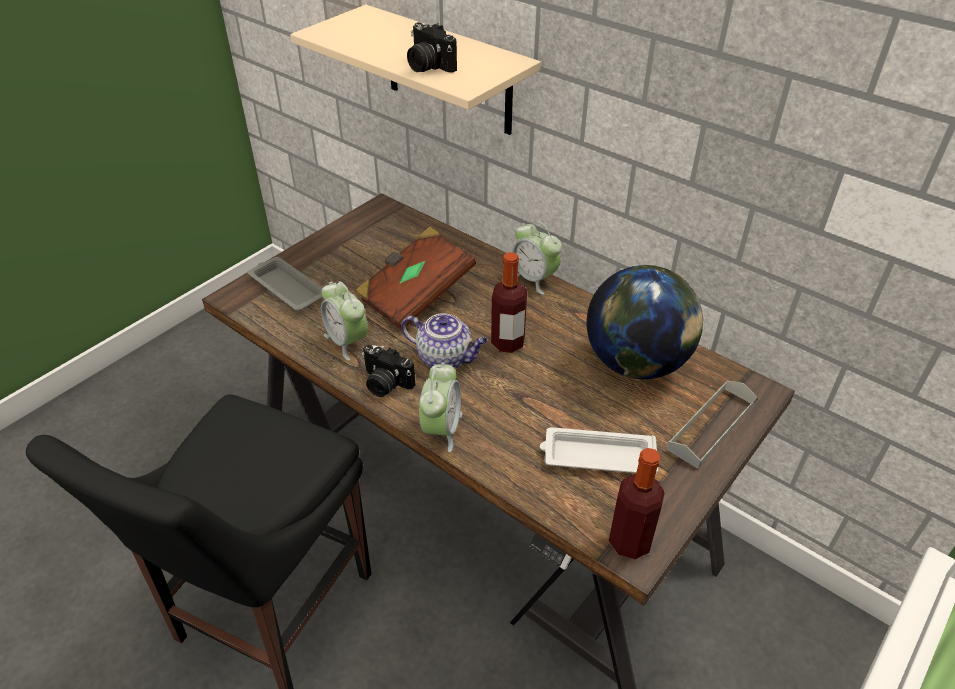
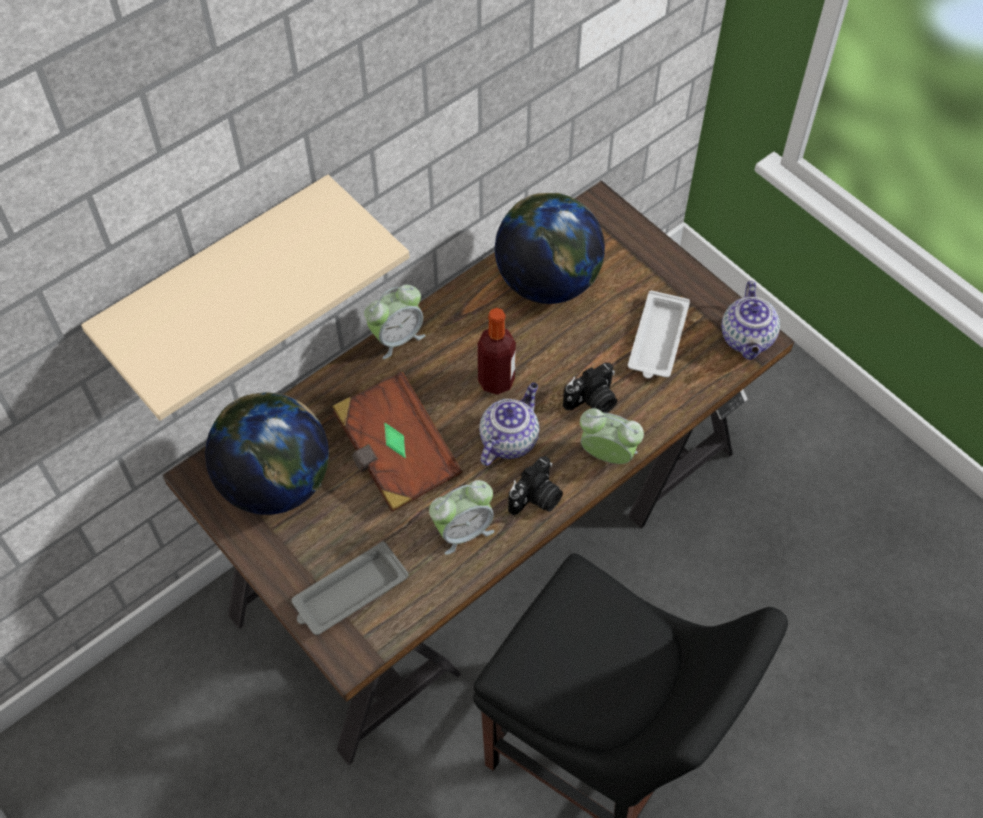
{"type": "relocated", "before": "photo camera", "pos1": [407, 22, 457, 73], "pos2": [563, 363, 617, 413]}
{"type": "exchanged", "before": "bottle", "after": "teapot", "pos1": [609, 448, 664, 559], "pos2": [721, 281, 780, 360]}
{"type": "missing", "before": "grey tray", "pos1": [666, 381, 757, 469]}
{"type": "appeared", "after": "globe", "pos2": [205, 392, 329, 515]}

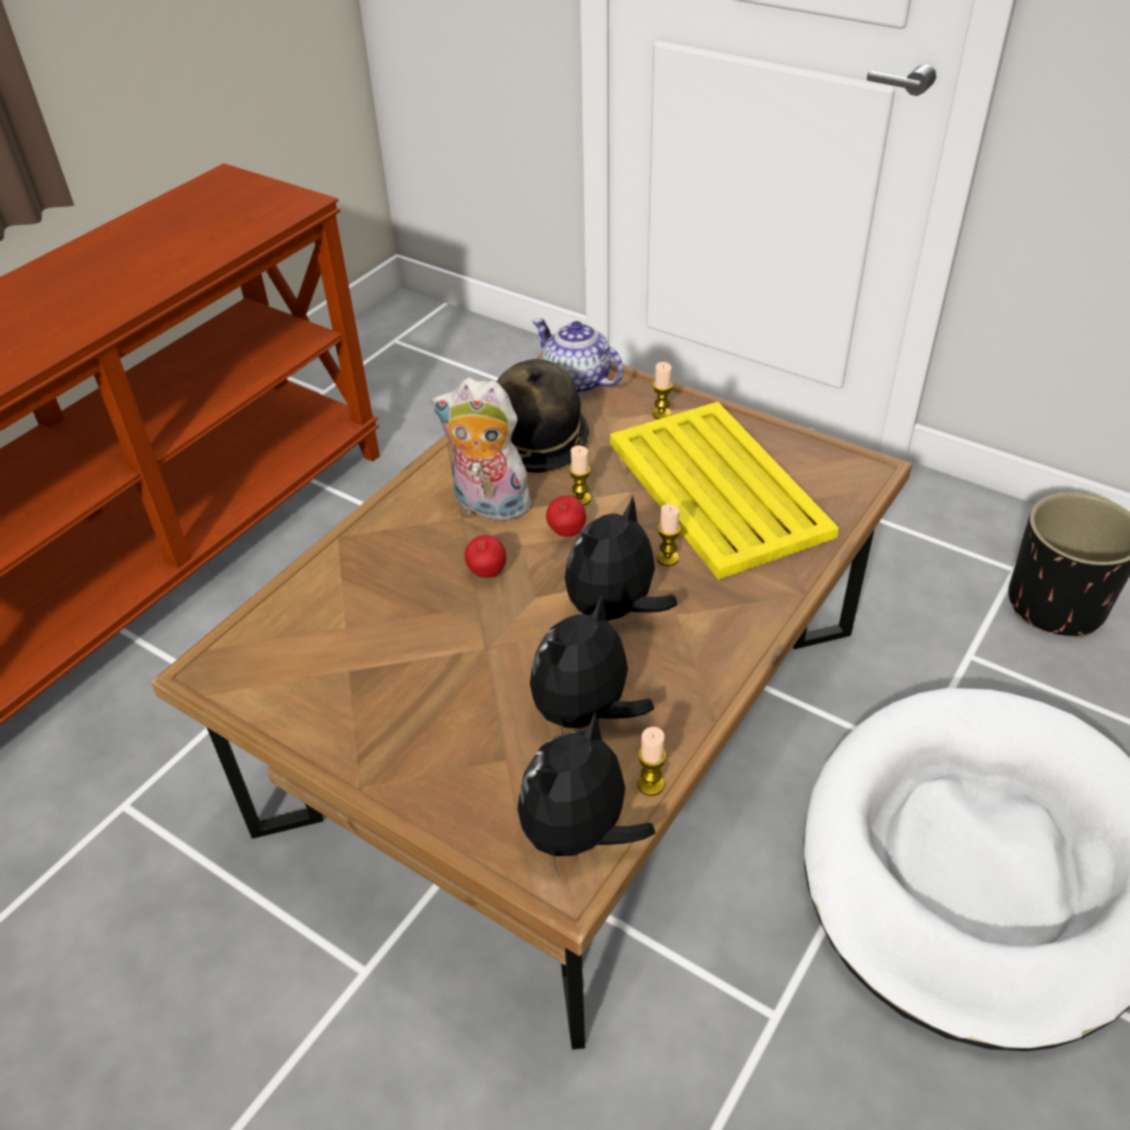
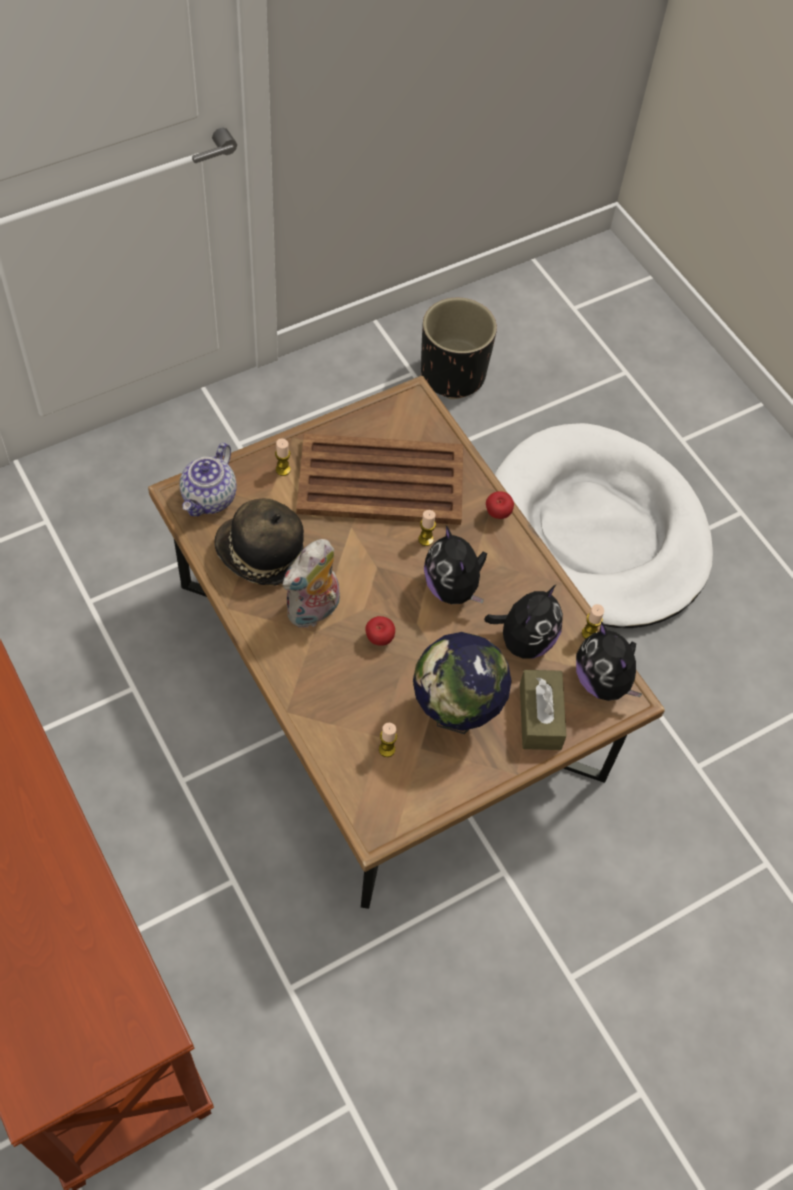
{"type": "spun", "before": "plush toy", "pos1": [530, 593, 654, 734], "pos2": [484, 584, 563, 659], "turn": -120}
{"type": "spun", "before": "teapot", "pos1": [533, 318, 624, 394], "pos2": [180, 443, 236, 516], "turn": -45}
{"type": "relocated", "before": "apple", "pos1": [546, 495, 586, 537], "pos2": [486, 491, 514, 519]}
{"type": "relocated", "before": "candle", "pos1": [569, 445, 591, 506], "pos2": [379, 723, 397, 757]}
{"type": "colour", "before": "yellow tray", "after": "brown tray", "pos1": [610, 402, 839, 580], "pos2": [296, 434, 463, 525]}
{"type": "appeared", "after": "globe", "pos2": [413, 632, 512, 734]}
{"type": "appeared", "after": "brown tissue box", "pos2": [520, 670, 567, 750]}

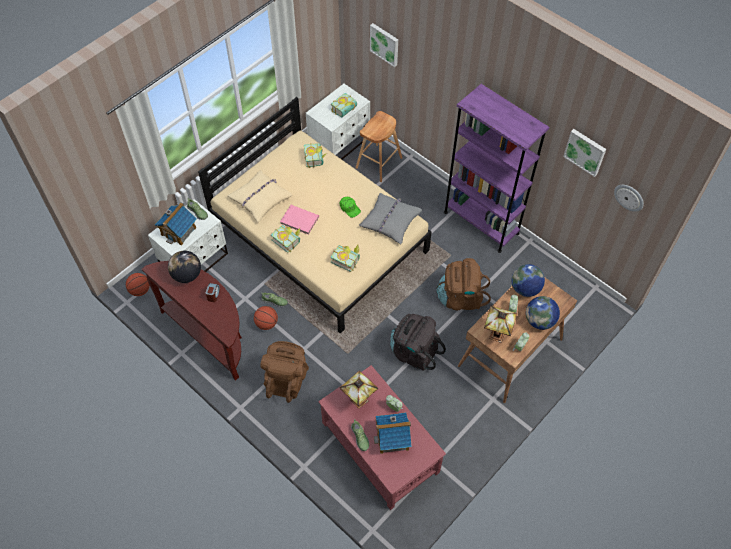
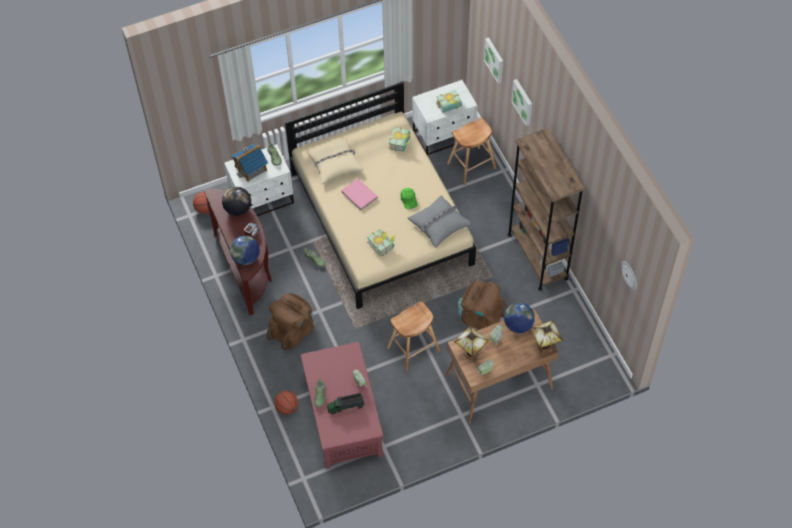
{"type": "relocated", "before": "basketball", "pos1": [254, 306, 278, 330], "pos2": [274, 391, 298, 415]}
{"type": "missing", "before": "book", "pos1": [271, 225, 300, 253]}
{"type": "relocated", "before": "table lamp", "pos1": [340, 371, 378, 409], "pos2": [530, 320, 563, 354]}
{"type": "exchanged", "before": "toy house", "after": "toy truck", "pos1": [374, 412, 412, 454], "pos2": [327, 393, 365, 414]}
{"type": "exchanged", "before": "black backpack", "after": "brown stool", "pos1": [390, 314, 446, 371], "pos2": [387, 301, 440, 372]}
{"type": "colour", "before": "purple bookcase", "after": "brown bookcase", "pos1": [444, 84, 549, 253], "pos2": [508, 128, 585, 291]}
{"type": "relocated", "before": "globe", "pos1": [526, 296, 560, 330], "pos2": [230, 235, 260, 265]}
{"type": "relocated", "before": "picture", "pos1": [563, 129, 606, 177], "pos2": [511, 79, 532, 126]}

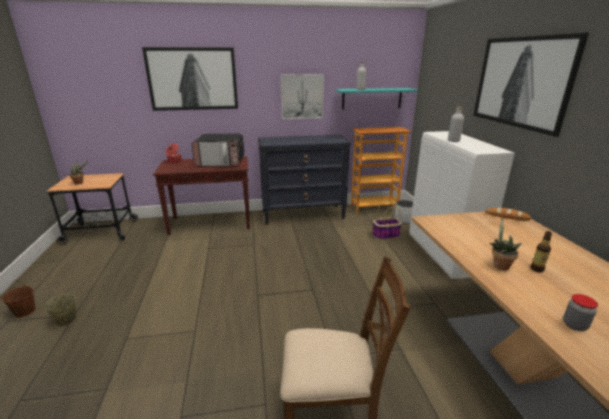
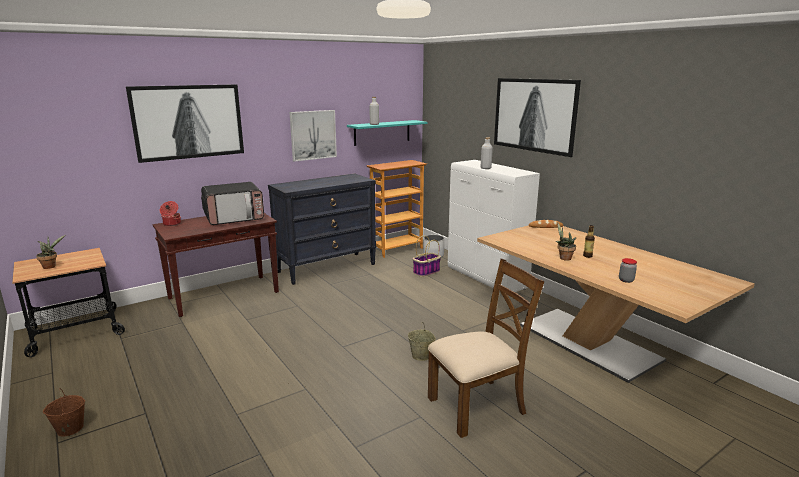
{"type": "relocated", "before": "beige bucket", "pos1": [44, 289, 76, 327], "pos2": [408, 323, 436, 361]}

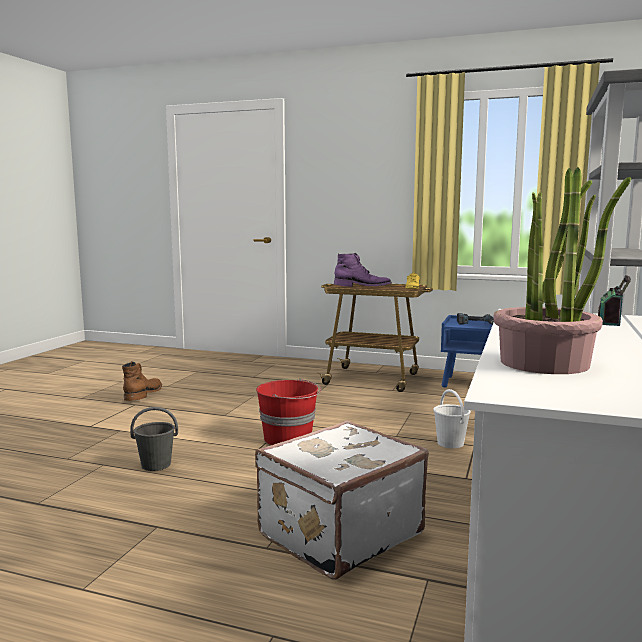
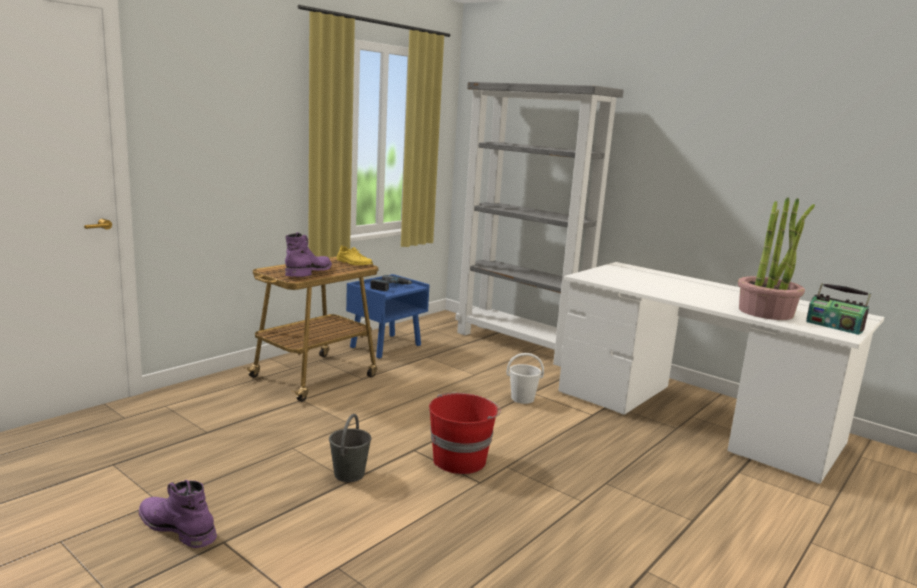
{"type": "colour", "before": "brown boot", "after": "purple boot", "pos1": [122, 361, 162, 401], "pos2": [139, 480, 217, 548]}
{"type": "relocated", "before": "grey bucket", "pos1": [130, 407, 178, 471], "pos2": [329, 414, 371, 482]}
{"type": "missing", "before": "white suitcase", "pos1": [255, 420, 429, 580]}
{"type": "relocated", "before": "radio", "pos1": [598, 275, 631, 326], "pos2": [806, 283, 871, 335]}

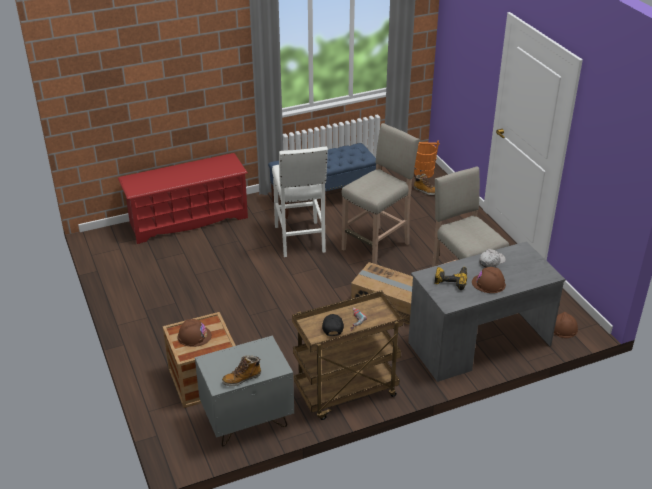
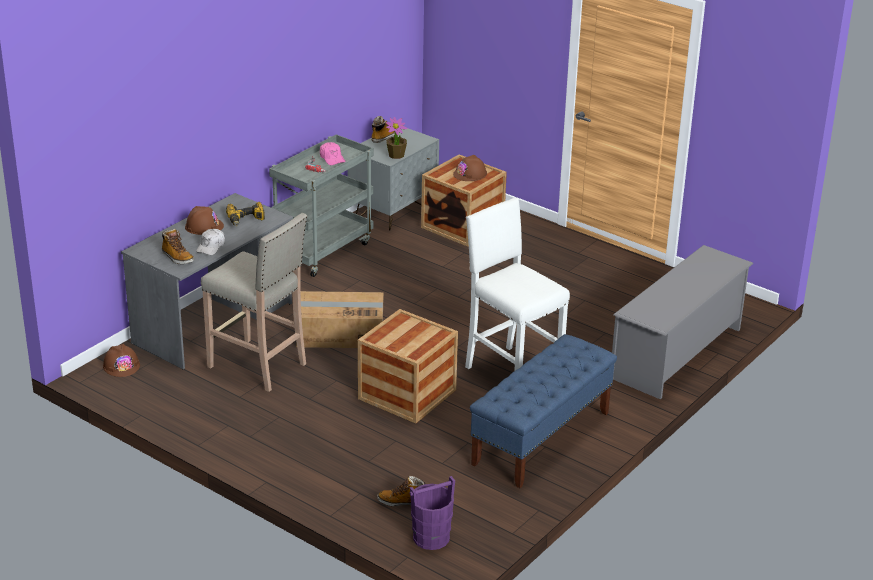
{"type": "colour", "before": "red shoe rack", "after": "grey shoe rack", "pos1": [118, 153, 248, 244], "pos2": [612, 245, 753, 400]}
{"type": "colour", "before": "brown cart", "after": "grey cart", "pos1": [292, 290, 404, 420], "pos2": [269, 134, 373, 277]}
{"type": "colour", "before": "black cap", "after": "pink cap", "pos1": [322, 314, 344, 336], "pos2": [320, 142, 346, 165]}
{"type": "exchanged", "before": "beige stool", "after": "crate", "pos1": [341, 123, 420, 264], "pos2": [358, 309, 458, 423]}
{"type": "colour", "before": "orange bucket", "after": "purple bucket", "pos1": [414, 140, 440, 178], "pos2": [410, 476, 455, 550]}
{"type": "appeared", "after": "boot", "pos2": [162, 229, 194, 264]}
{"type": "appeared", "after": "potted plant", "pos2": [386, 117, 407, 159]}

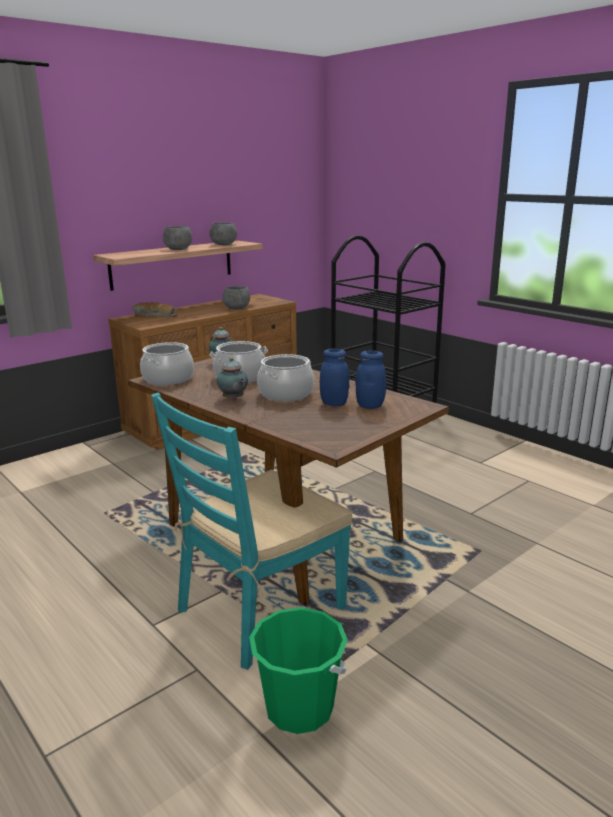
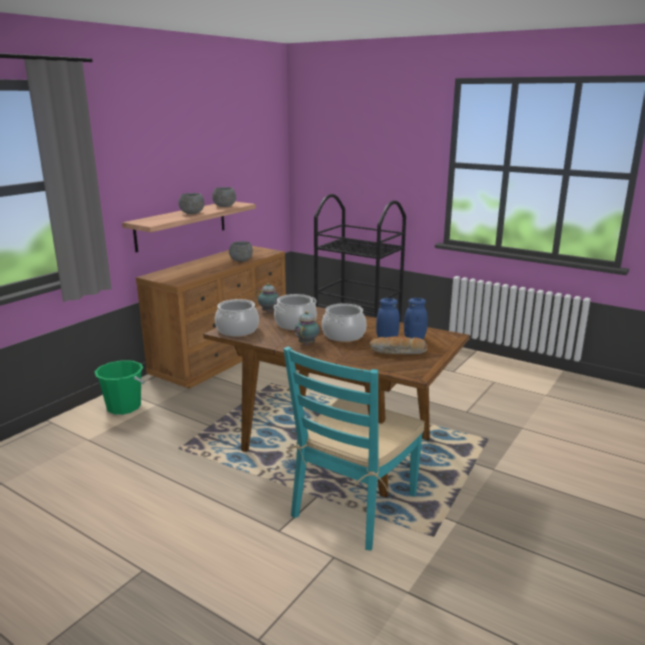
{"type": "relocated", "before": "bread", "pos1": [132, 302, 178, 317], "pos2": [370, 336, 427, 354]}
{"type": "spun", "before": "teapot", "pos1": [217, 357, 248, 400], "pos2": [295, 311, 319, 345], "turn": -120}
{"type": "relocated", "before": "green bucket", "pos1": [249, 607, 348, 734], "pos2": [95, 360, 144, 415]}

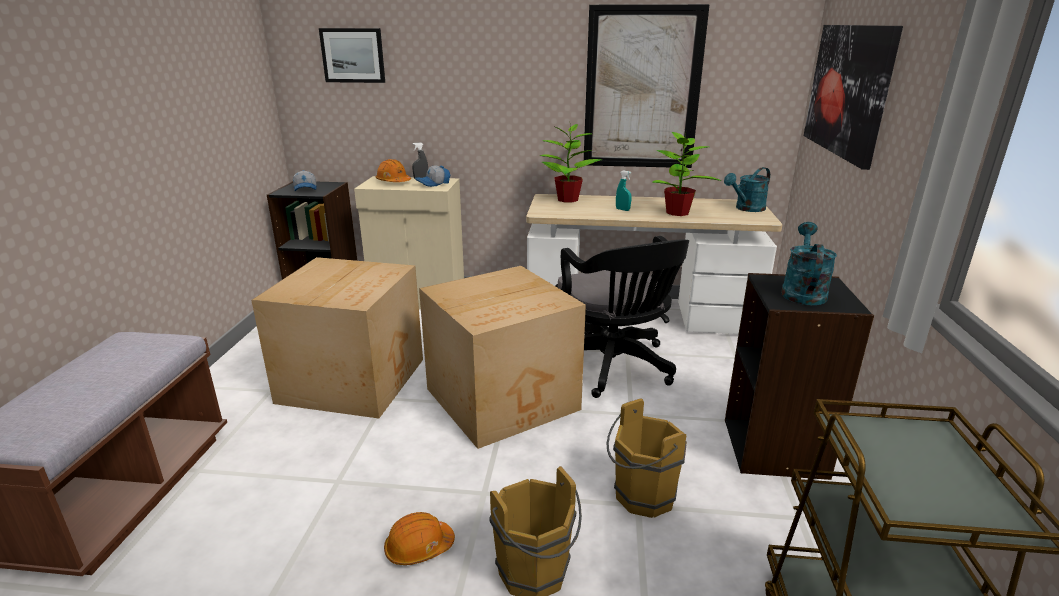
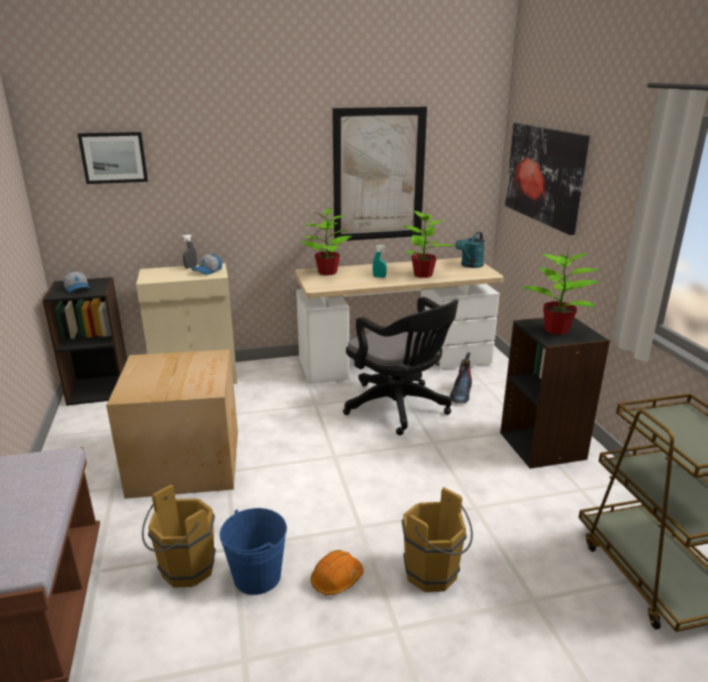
{"type": "missing", "before": "orange hard hat", "pos1": [376, 159, 411, 182]}
{"type": "missing", "before": "cardboard box", "pos1": [419, 266, 586, 449]}
{"type": "relocated", "before": "brown bucket", "pos1": [607, 398, 687, 518], "pos2": [142, 485, 216, 588]}
{"type": "exchanged", "before": "turquoise watering can", "after": "potted plant", "pos1": [781, 222, 837, 305], "pos2": [522, 248, 600, 335]}
{"type": "appeared", "after": "blue bucket", "pos2": [220, 508, 287, 595]}
{"type": "appeared", "after": "boot", "pos2": [450, 352, 472, 403]}

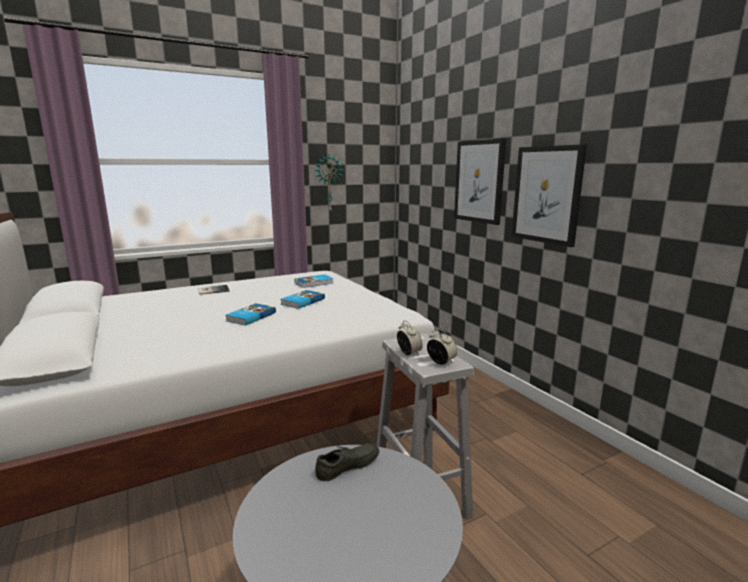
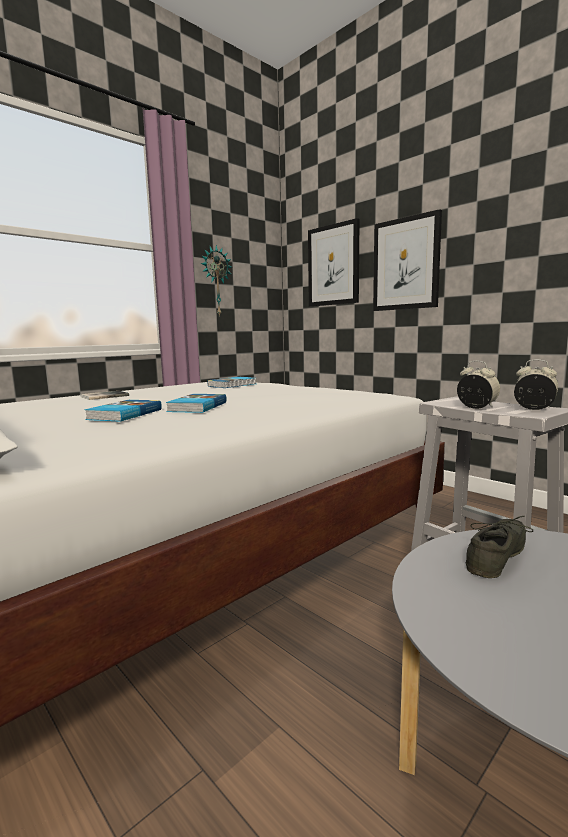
{"type": "relocated", "before": "book", "pos1": [281, 290, 325, 309], "pos2": [84, 400, 162, 422]}
{"type": "relocated", "before": "picture", "pos1": [511, 144, 587, 247], "pos2": [308, 218, 360, 307]}

